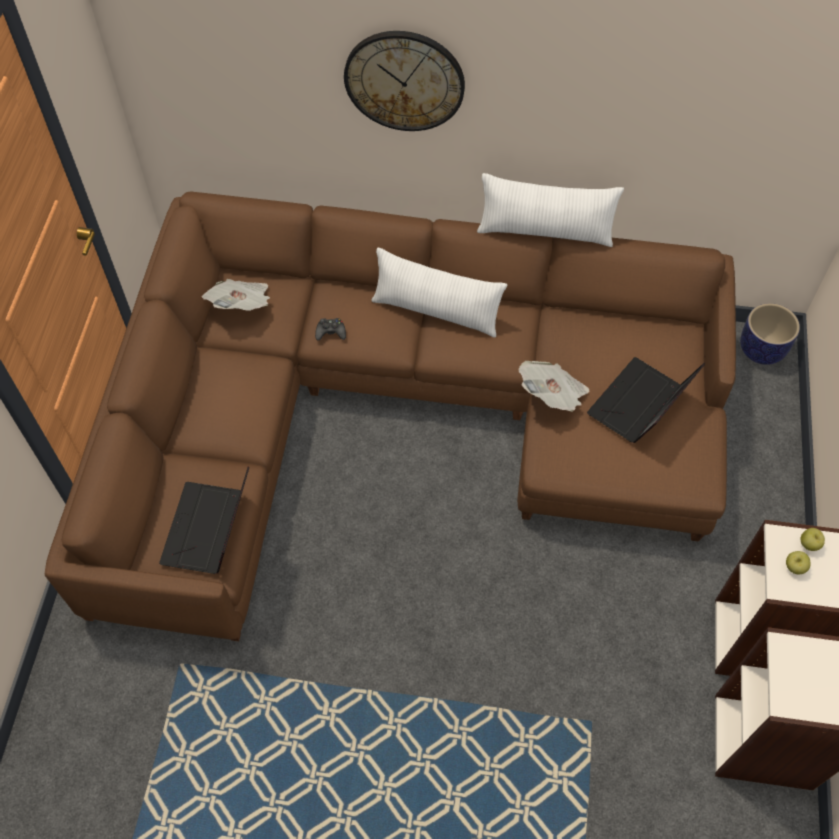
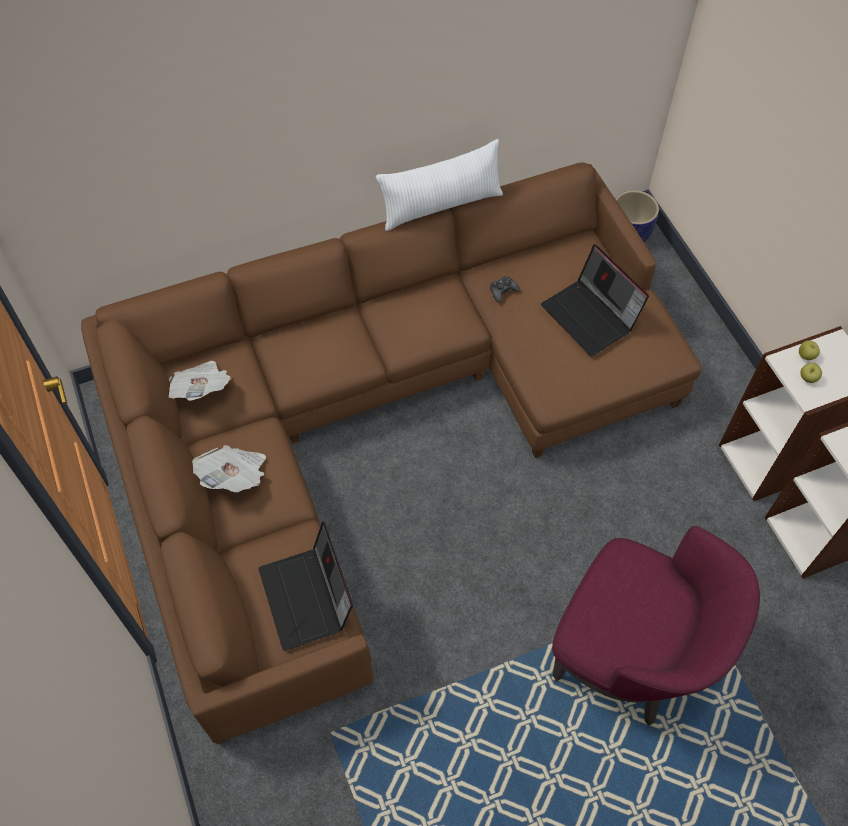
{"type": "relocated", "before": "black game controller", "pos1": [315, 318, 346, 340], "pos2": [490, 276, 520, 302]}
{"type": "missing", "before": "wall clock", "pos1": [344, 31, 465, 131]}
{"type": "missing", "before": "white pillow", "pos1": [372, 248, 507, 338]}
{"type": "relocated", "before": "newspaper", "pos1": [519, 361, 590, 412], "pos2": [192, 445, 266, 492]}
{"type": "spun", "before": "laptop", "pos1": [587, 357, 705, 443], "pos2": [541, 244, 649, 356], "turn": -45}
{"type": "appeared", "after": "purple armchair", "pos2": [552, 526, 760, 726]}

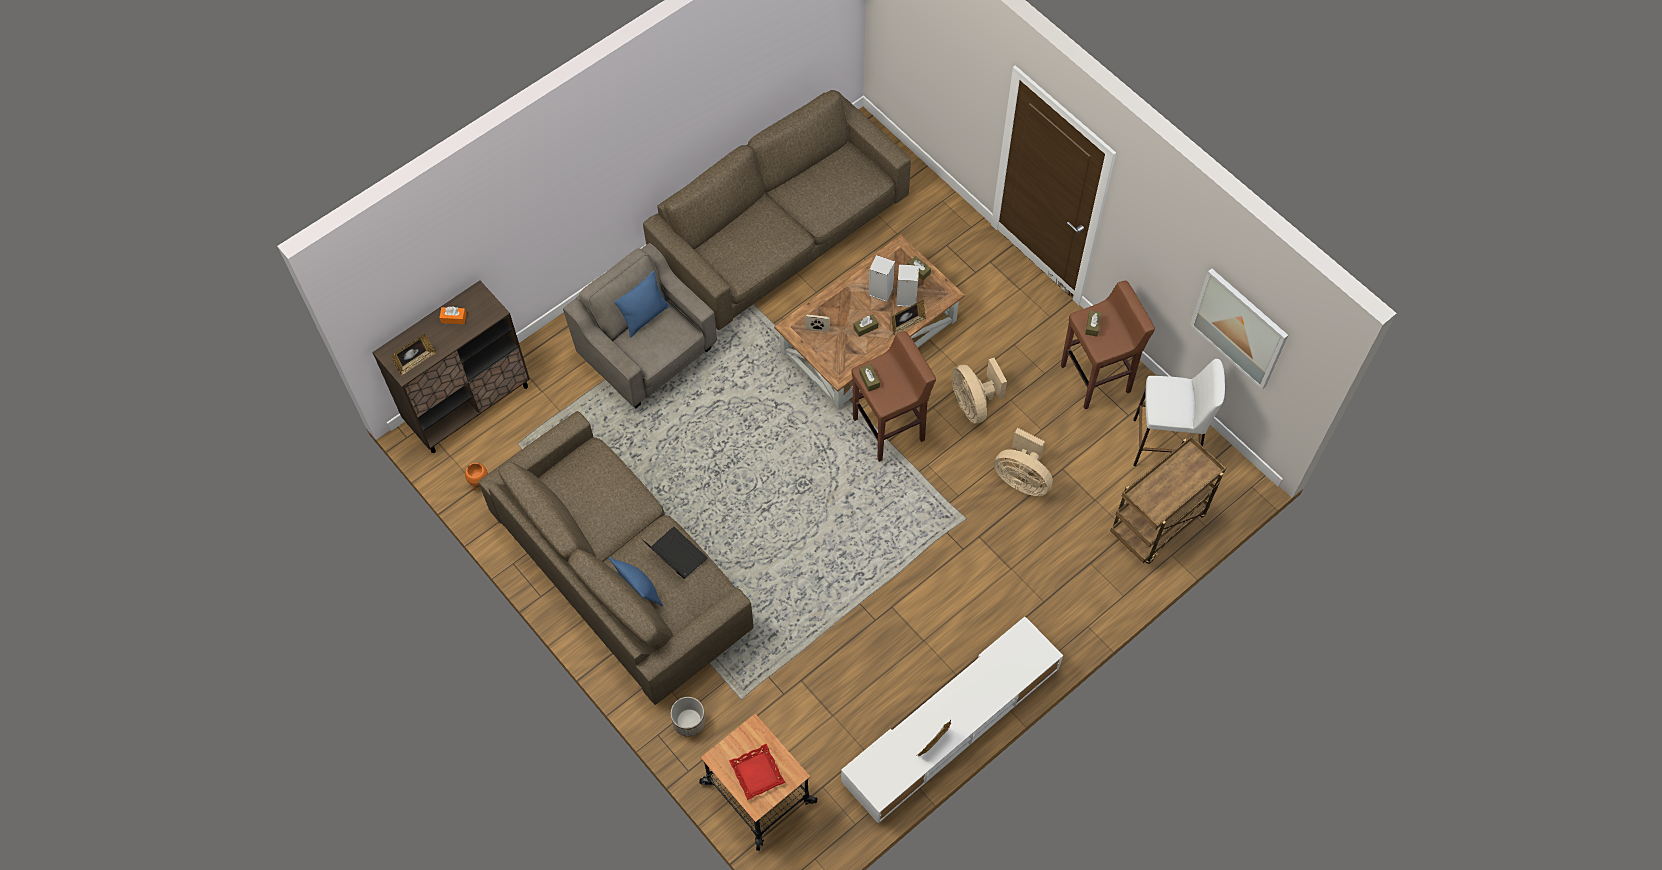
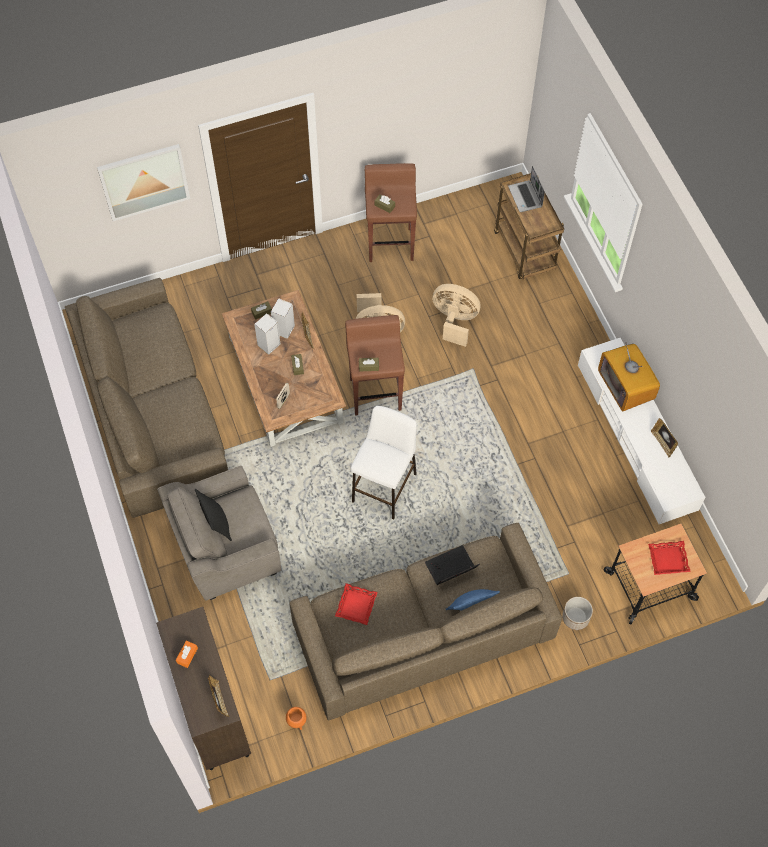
{"type": "colour", "before": "blue pillow", "after": "black pillow", "pos1": [614, 271, 670, 337], "pos2": [195, 489, 232, 541]}
{"type": "spun", "before": "beige fan", "pos1": [994, 428, 1053, 496], "pos2": [432, 284, 481, 347], "turn": -120}
{"type": "relocated", "before": "white stool", "pos1": [1133, 359, 1225, 466], "pos2": [351, 406, 417, 519]}
{"type": "relocated", "before": "picture", "pos1": [1190, 268, 1288, 390], "pos2": [97, 144, 190, 221]}
{"type": "appeared", "after": "red tray", "pos2": [335, 583, 378, 625]}
{"type": "appeared", "after": "laptop", "pos2": [508, 166, 545, 212]}
{"type": "appeared", "after": "television", "pos2": [598, 342, 660, 411]}

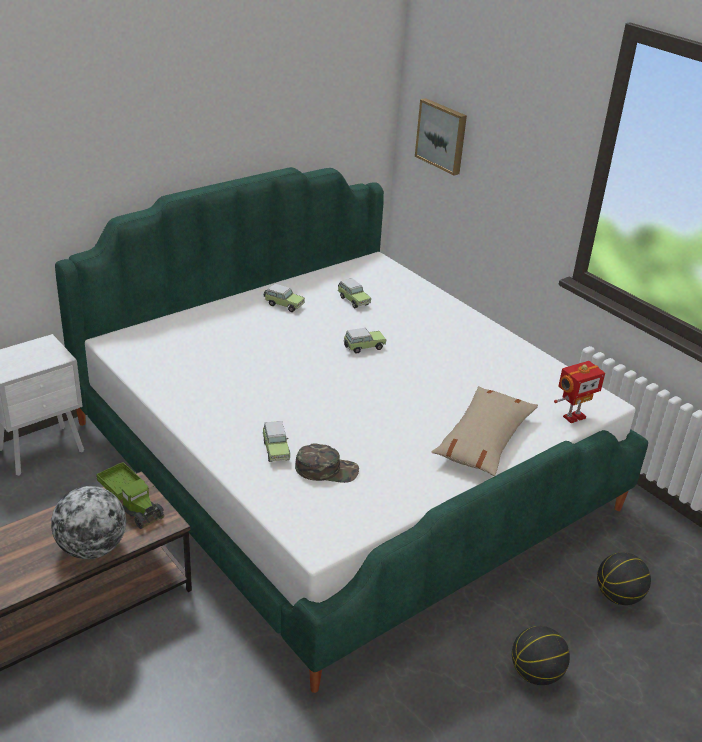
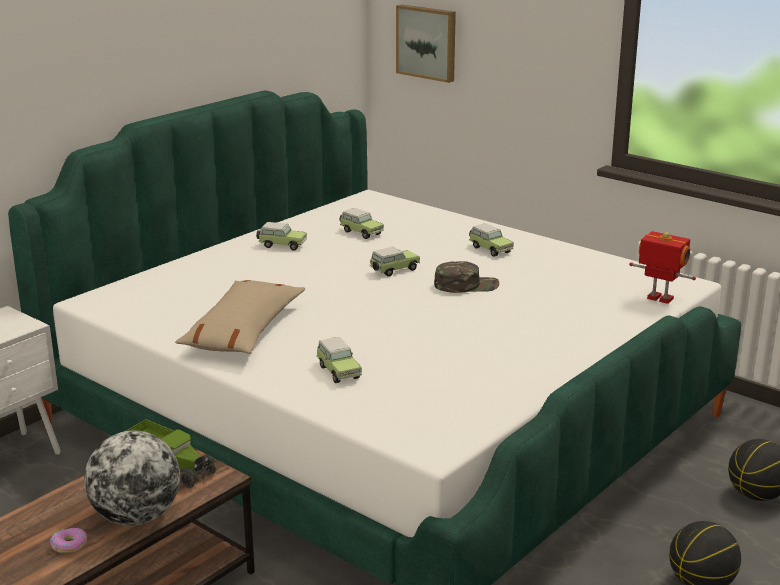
{"type": "relocated", "before": "green cap", "pos1": [295, 443, 359, 483], "pos2": [434, 261, 499, 293]}
{"type": "relocated", "before": "beige pillow", "pos1": [432, 386, 538, 476], "pos2": [175, 280, 305, 354]}
{"type": "spun", "before": "toy robot", "pos1": [554, 361, 605, 423], "pos2": [629, 231, 696, 304], "turn": -105}
{"type": "appeared", "after": "donut", "pos2": [50, 528, 87, 553]}
{"type": "appeared", "after": "toy car", "pos2": [469, 223, 514, 257]}

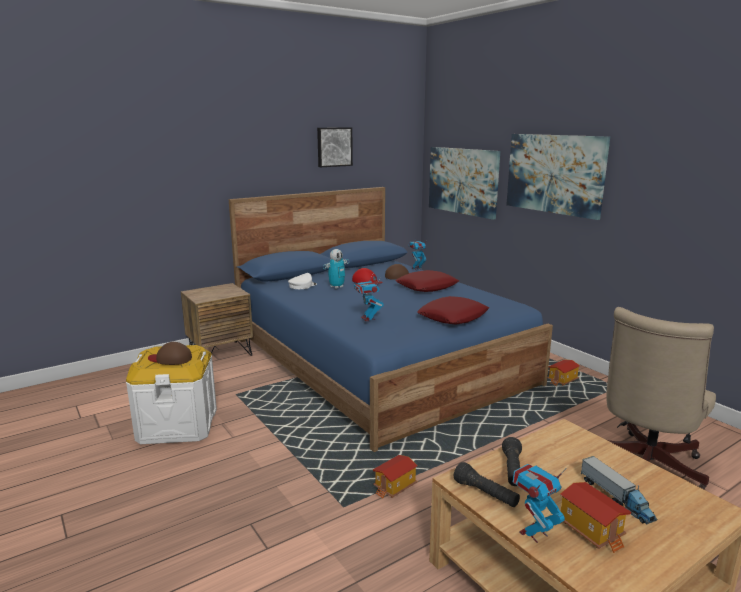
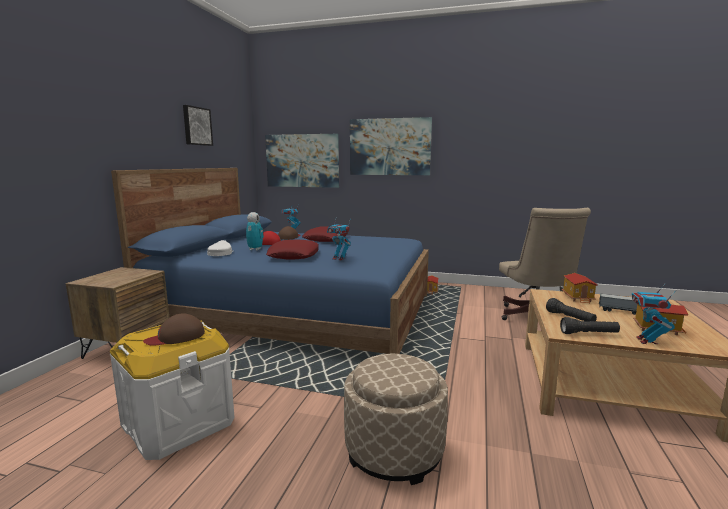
{"type": "relocated", "before": "toy house", "pos1": [373, 455, 418, 499], "pos2": [562, 273, 598, 304]}
{"type": "relocated", "before": "red pillow", "pos1": [417, 296, 489, 324], "pos2": [266, 240, 319, 260]}
{"type": "appeared", "after": "beige ottoman", "pos2": [344, 354, 448, 485]}

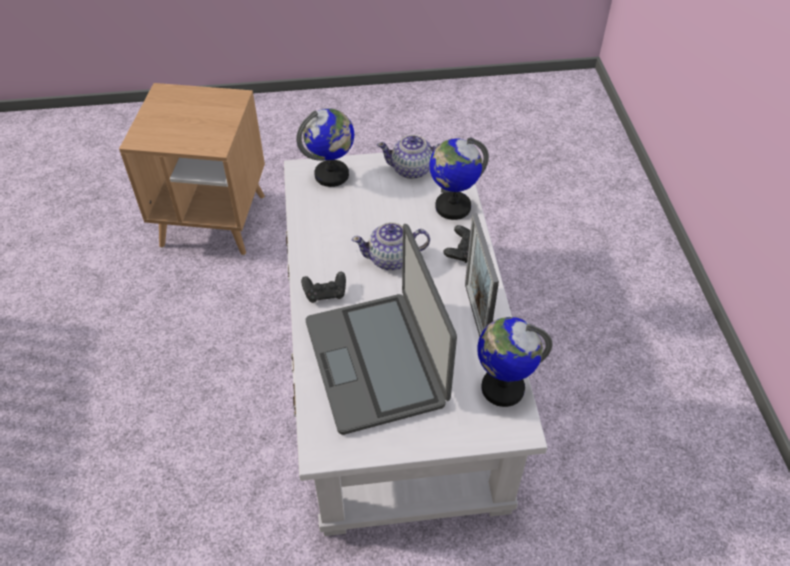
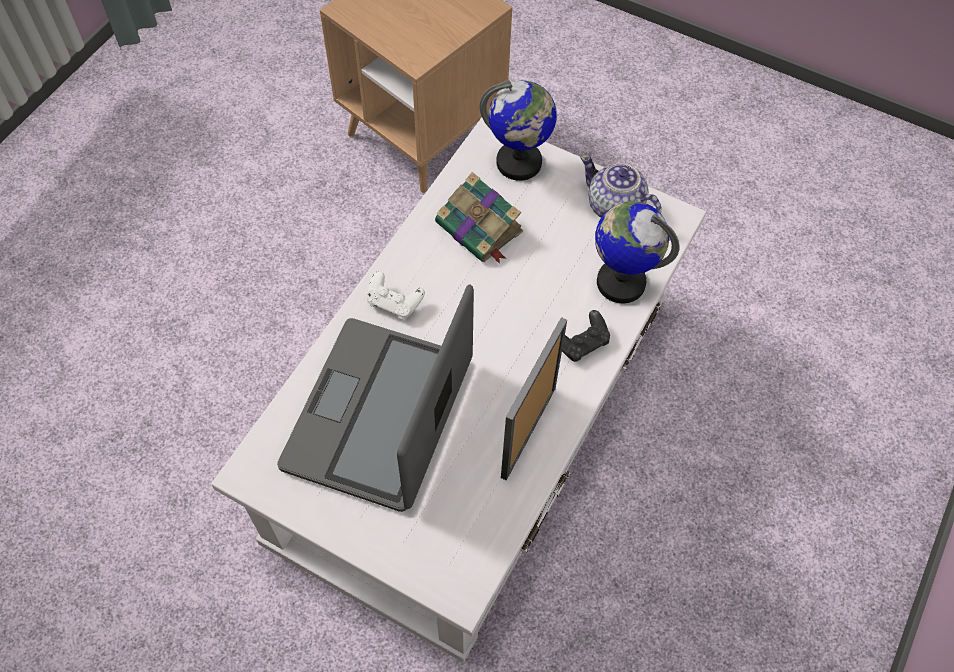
{"type": "colour", "before": "black game controller", "after": "white game controller", "pos1": [301, 272, 346, 303], "pos2": [367, 271, 425, 319]}
{"type": "missing", "before": "teapot", "pos1": [351, 222, 430, 270]}
{"type": "missing", "before": "globe", "pos1": [477, 317, 552, 407]}
{"type": "appeared", "after": "book", "pos2": [435, 172, 523, 264]}

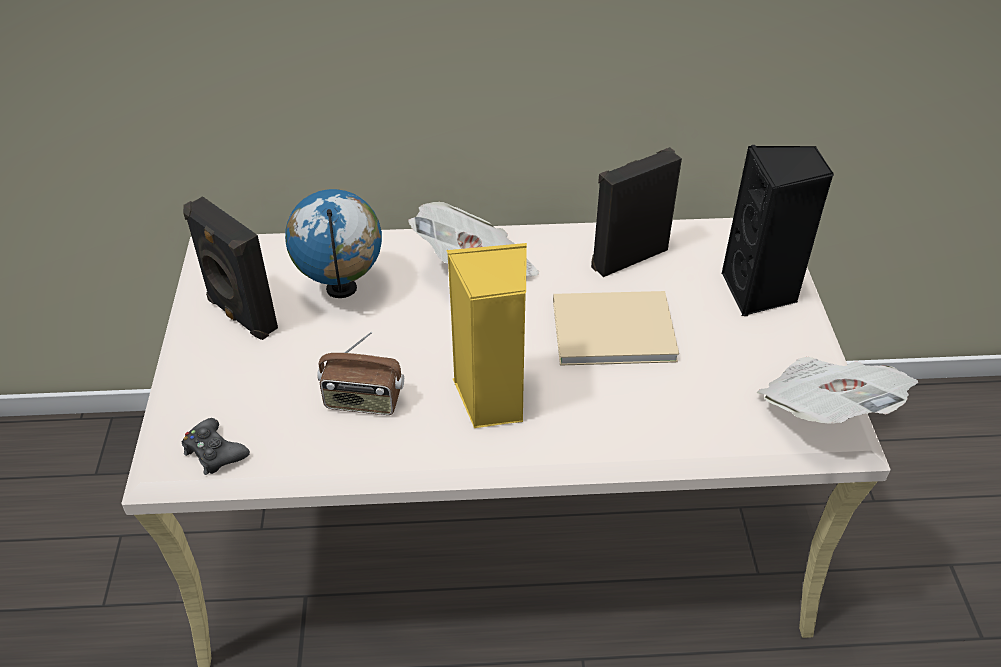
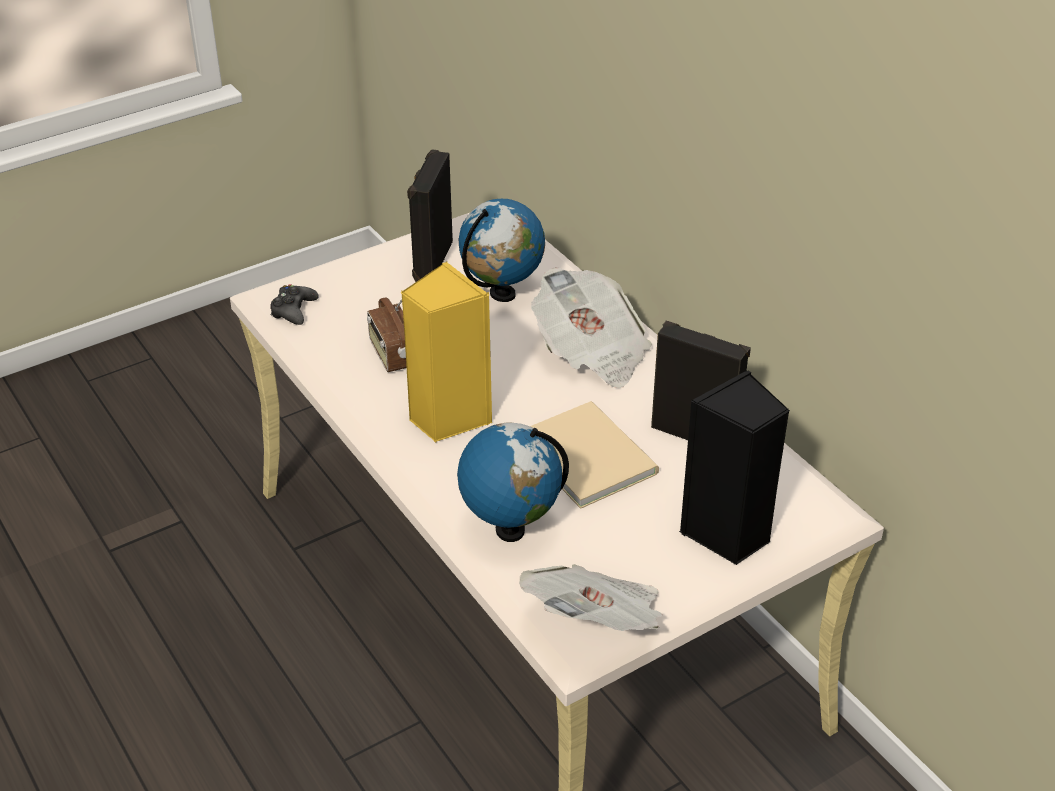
{"type": "appeared", "after": "globe", "pos2": [457, 423, 569, 542]}

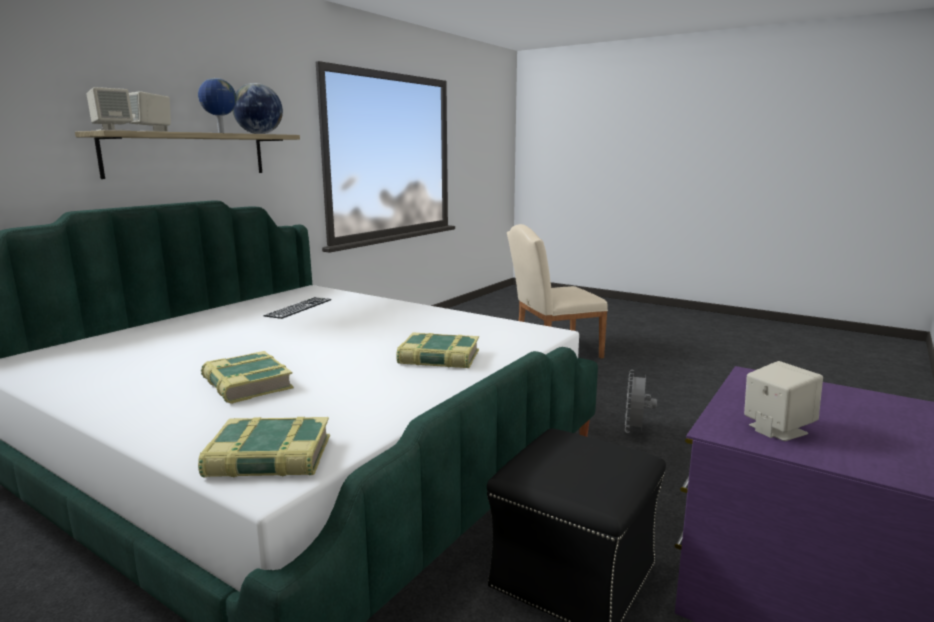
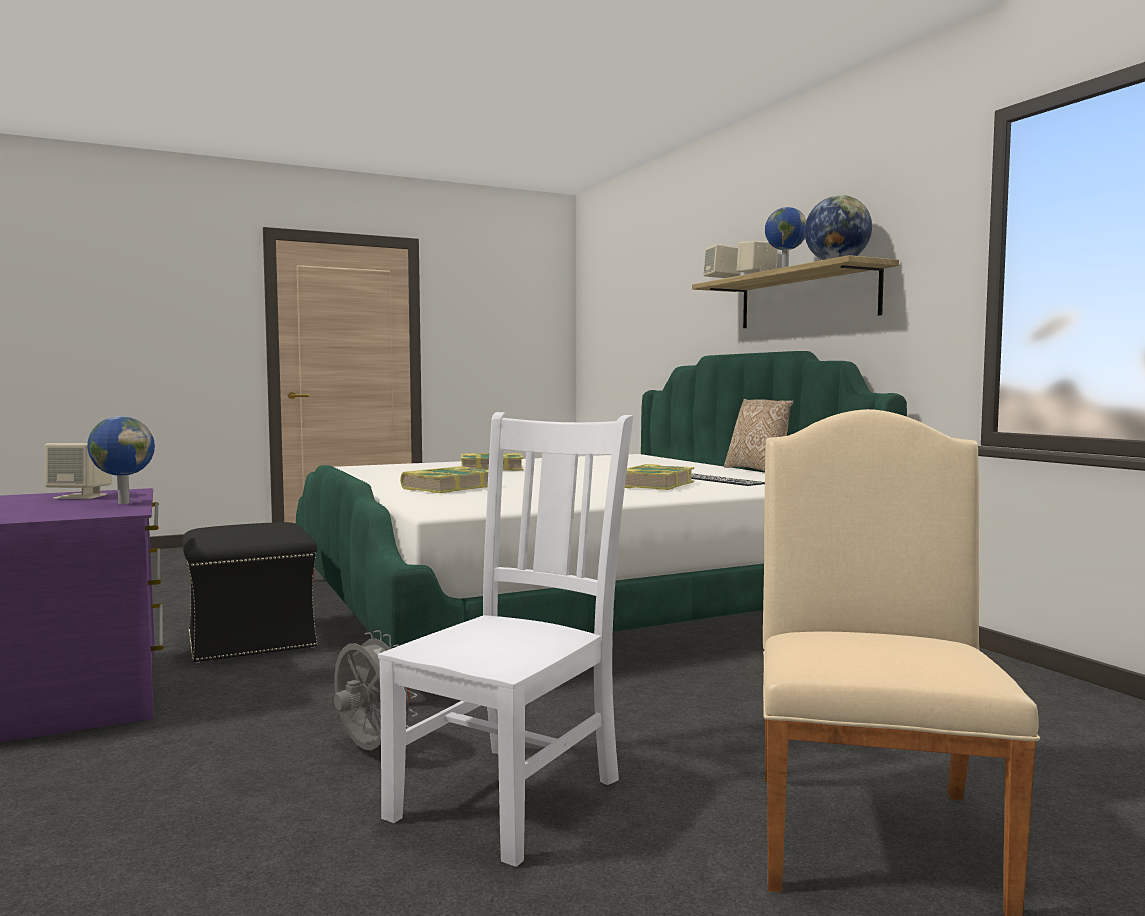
{"type": "relocated", "before": "book", "pos1": [198, 417, 330, 477], "pos2": [625, 464, 695, 490]}
{"type": "appeared", "after": "globe", "pos2": [87, 416, 155, 504]}
{"type": "appeared", "after": "white chair", "pos2": [378, 412, 633, 867]}
{"type": "appeared", "after": "pillow", "pos2": [724, 399, 794, 471]}

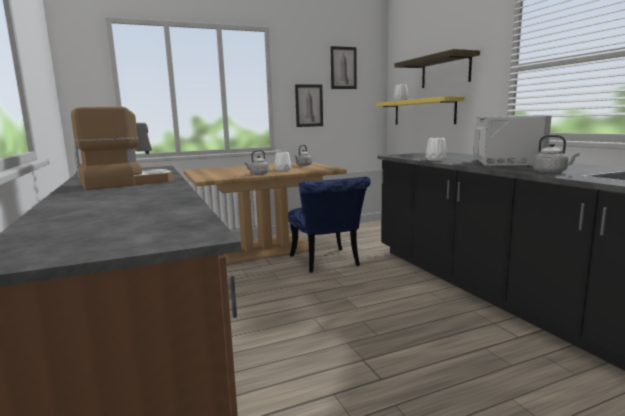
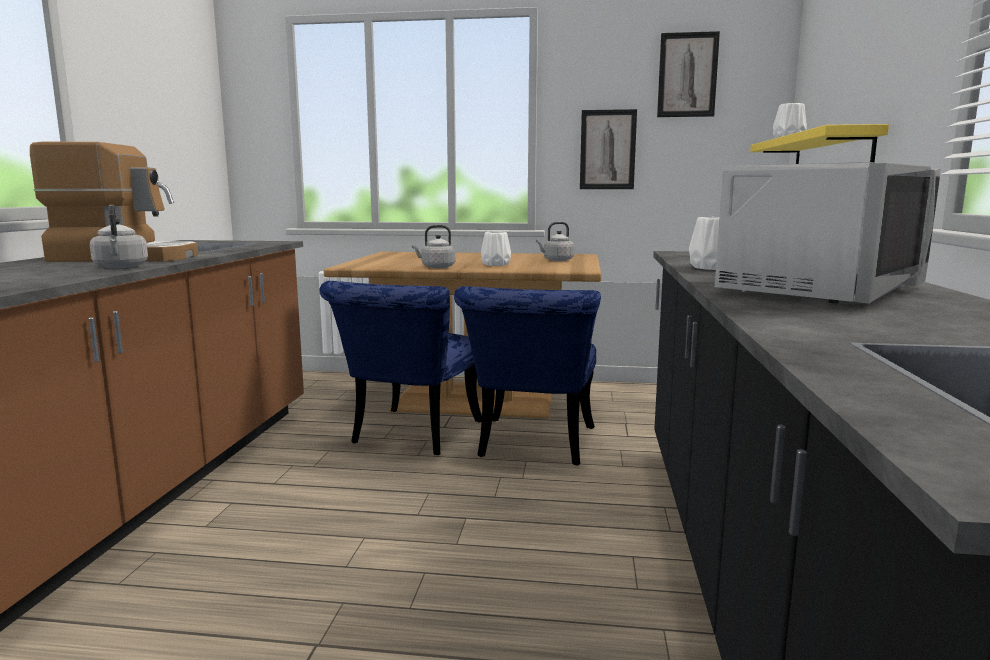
{"type": "missing", "before": "shelf", "pos1": [395, 49, 480, 88]}
{"type": "relocated", "before": "grey kettle", "pos1": [533, 135, 580, 174], "pos2": [90, 204, 148, 268]}
{"type": "appeared", "after": "blue chair", "pos2": [319, 281, 482, 455]}

